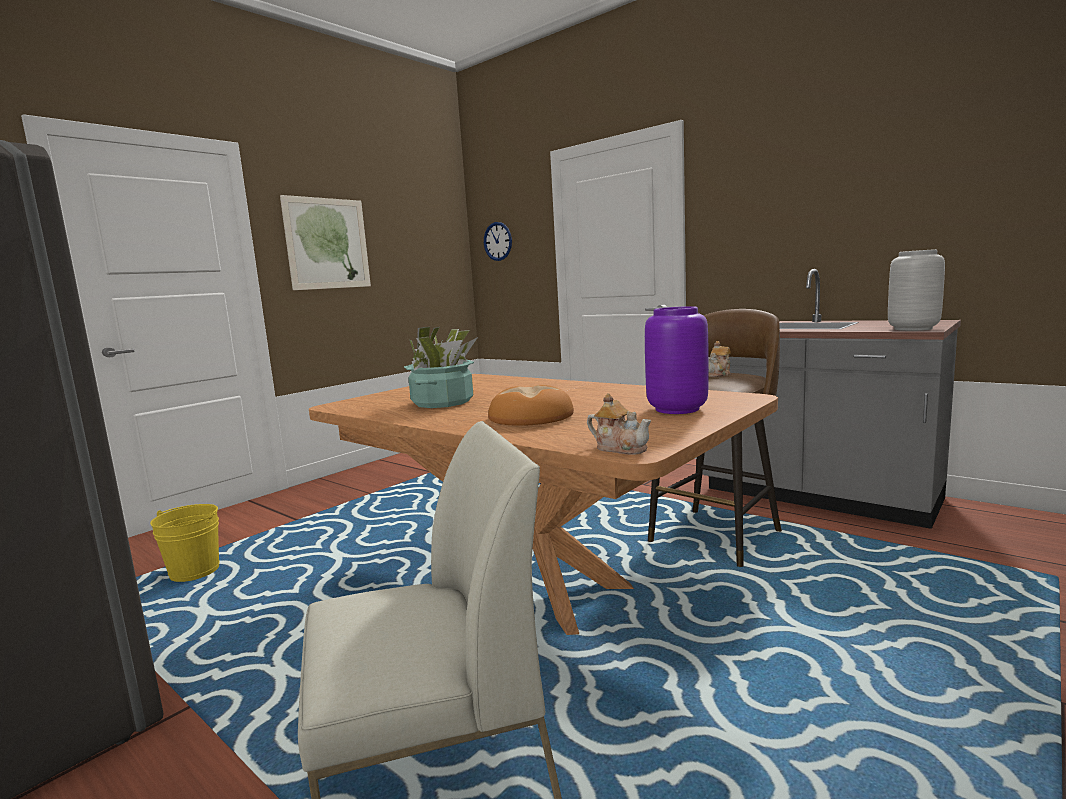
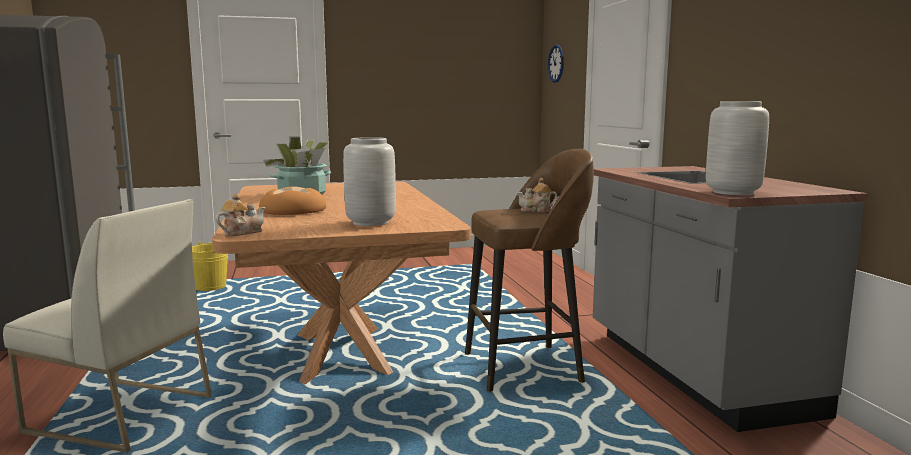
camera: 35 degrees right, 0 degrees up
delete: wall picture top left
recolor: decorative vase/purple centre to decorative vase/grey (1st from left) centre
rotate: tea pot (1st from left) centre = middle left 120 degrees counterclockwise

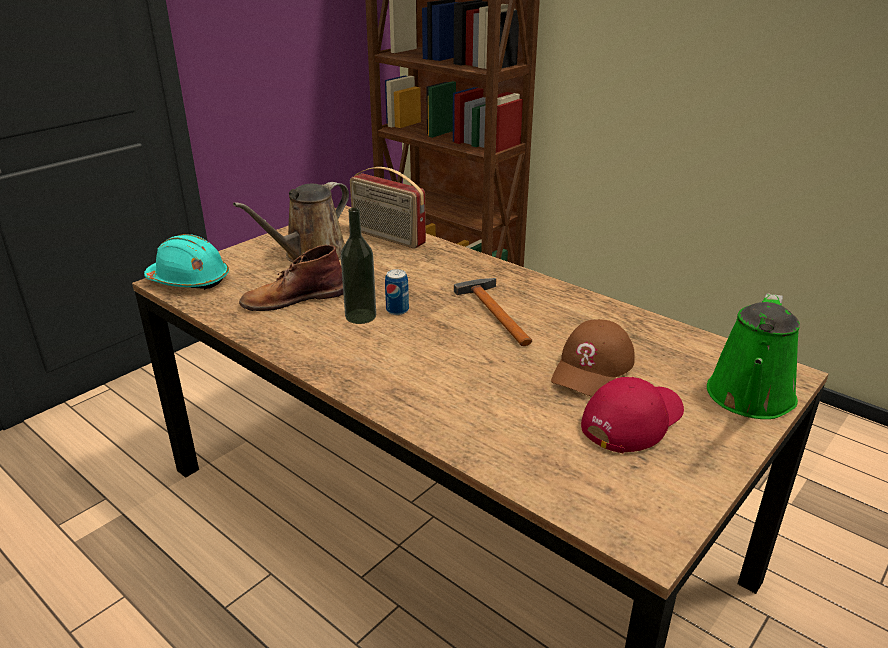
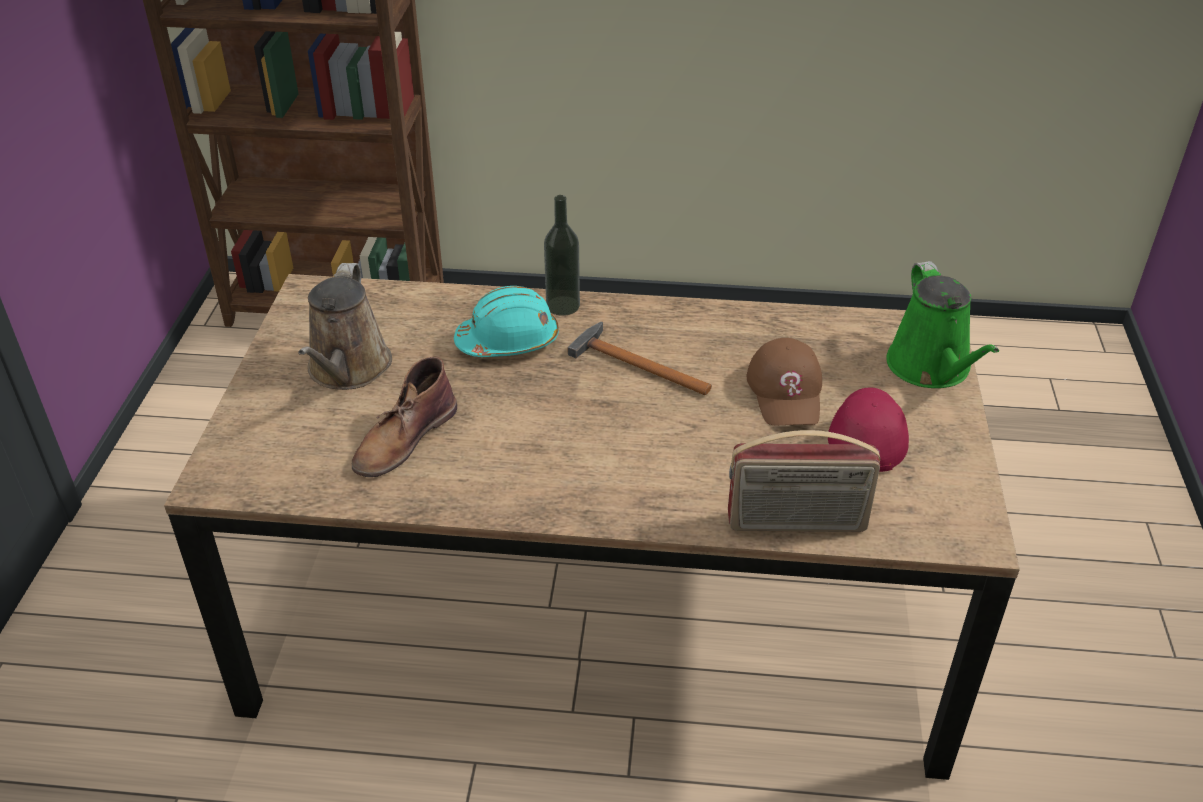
camera: 35 degrees left, 10 degrees up
delete: sealed can centre
move: hard hat/turquoise-coloured middle left to centre; beverage bottle centre to top centre; radio receiver top centre to middle right

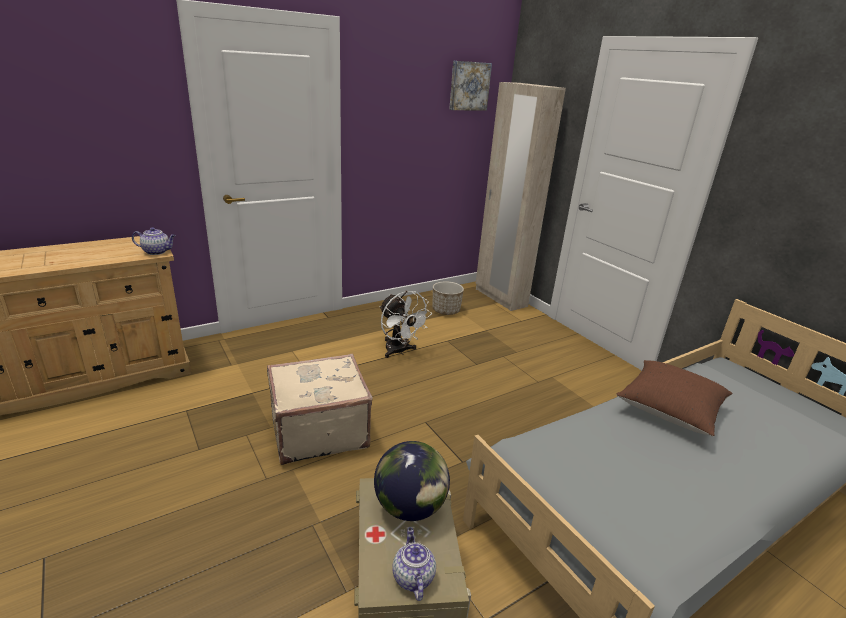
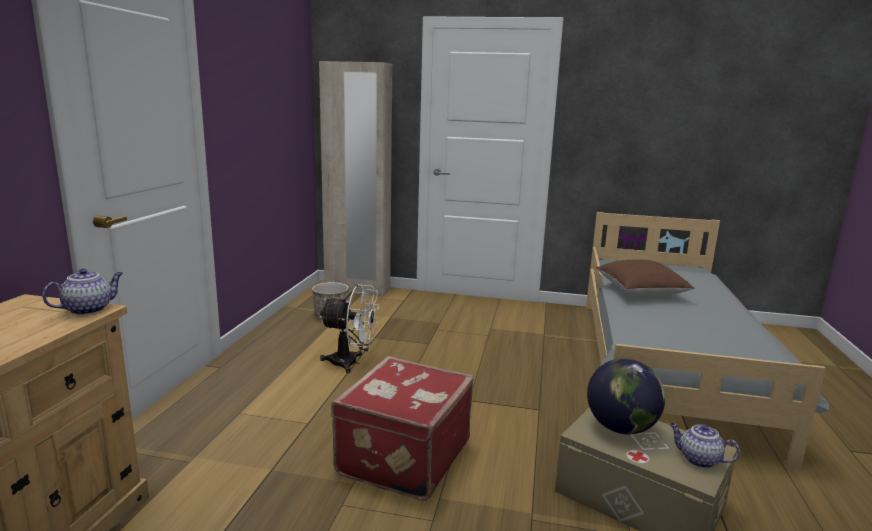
camera: 45 degrees left, 10 degrees down
delete: wall picture top centre
recolor: suitcase/beige centre to suitcase/red bottom centre

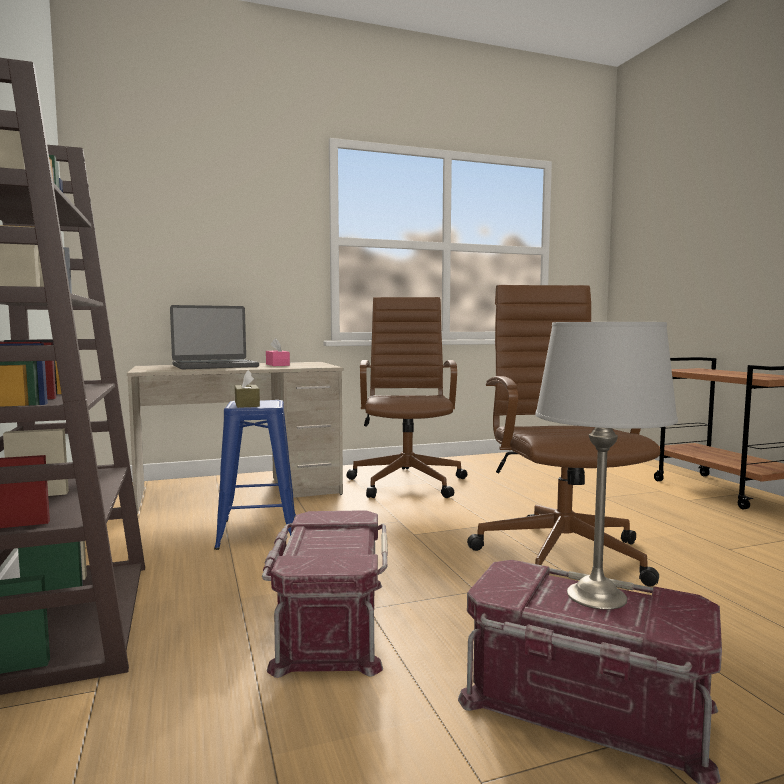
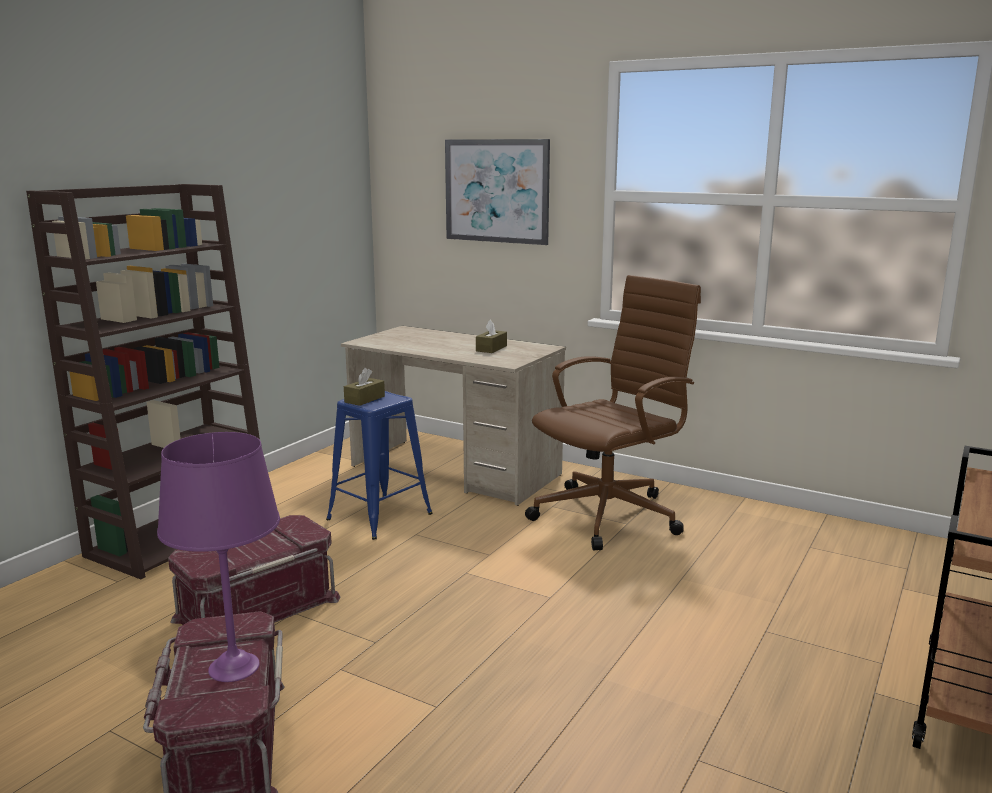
camera: 50 degrees right, 10 degrees up
delete: laptop middle left; office chair/brownish (2nd from left) middle right
insert: wall picture top centre
recolor: tissue box/pinkish centre to tissue box/brownish (2nd from left) centre; lamp for a table/grey middle right to lamp for a table/purple bottom left

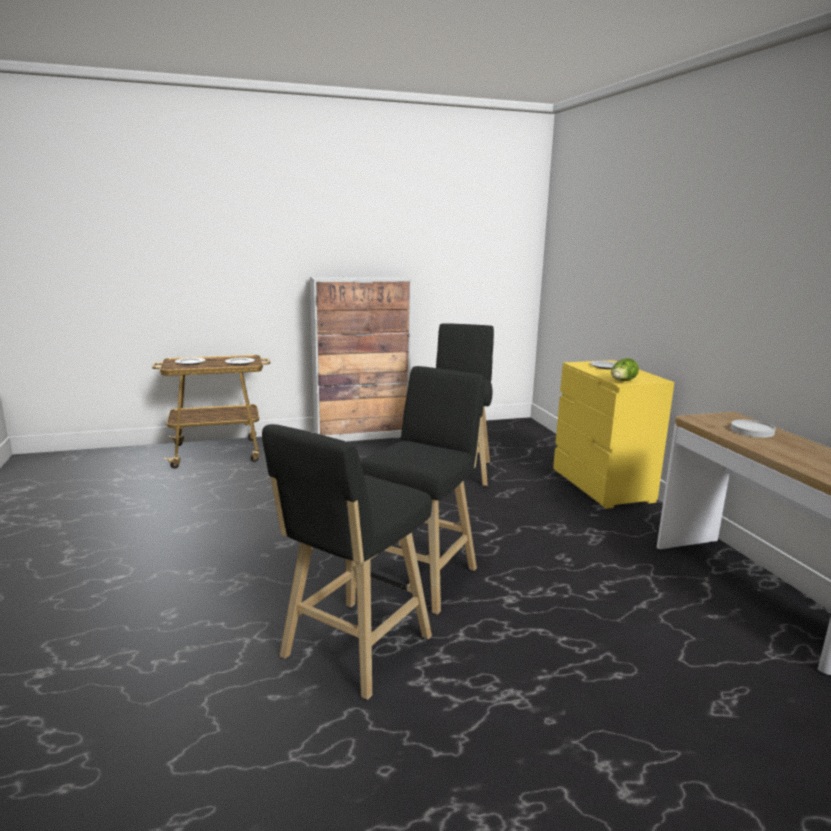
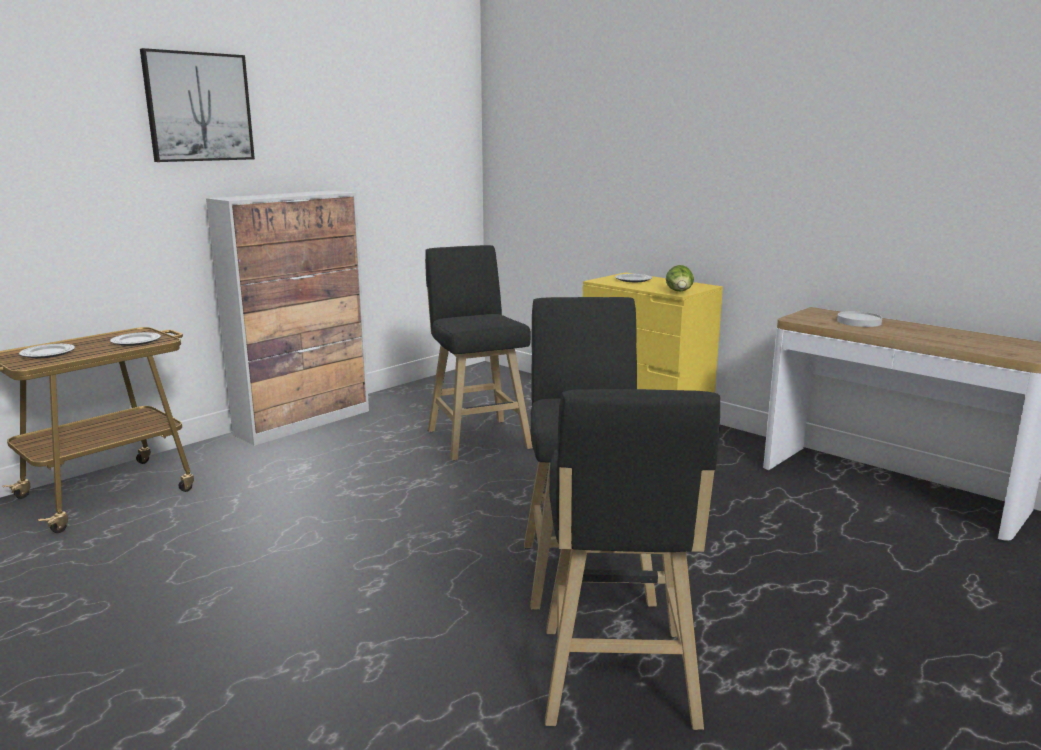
camera: 30 degrees left, 0 degrees up
insert: wall picture top left

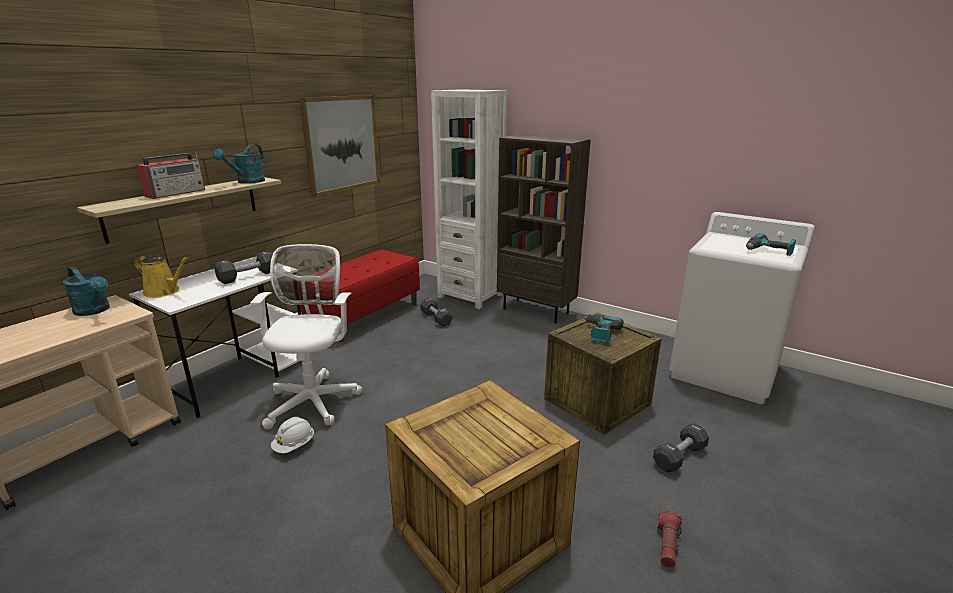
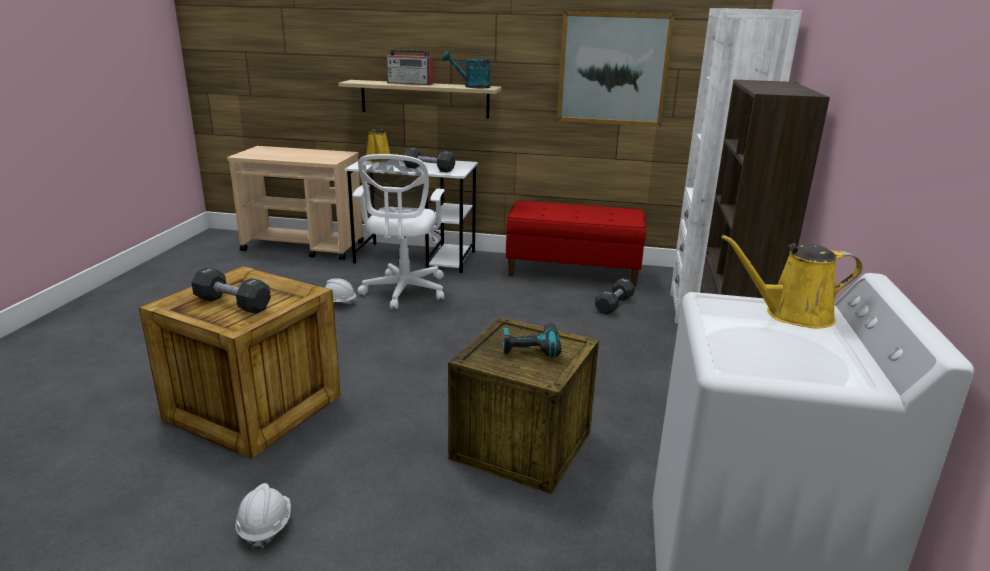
camera: 65 degrees right, 0 degrees up
delete: sprinkling can/turquoise-coloured (1st from left) middle left; drill (2nd from left) middle right
insert: sprinkling can/yellow (2nd from left) middle right
move: hand weight/black (3rd from left in the first image) bottom right to hand weight/black (1st from left) middle left
replace: torch bottom right to hard hat/white-coloured (1st from left) bottom left
rotate: office chair/white-coloured middle left = centre 120 degrees clockwise

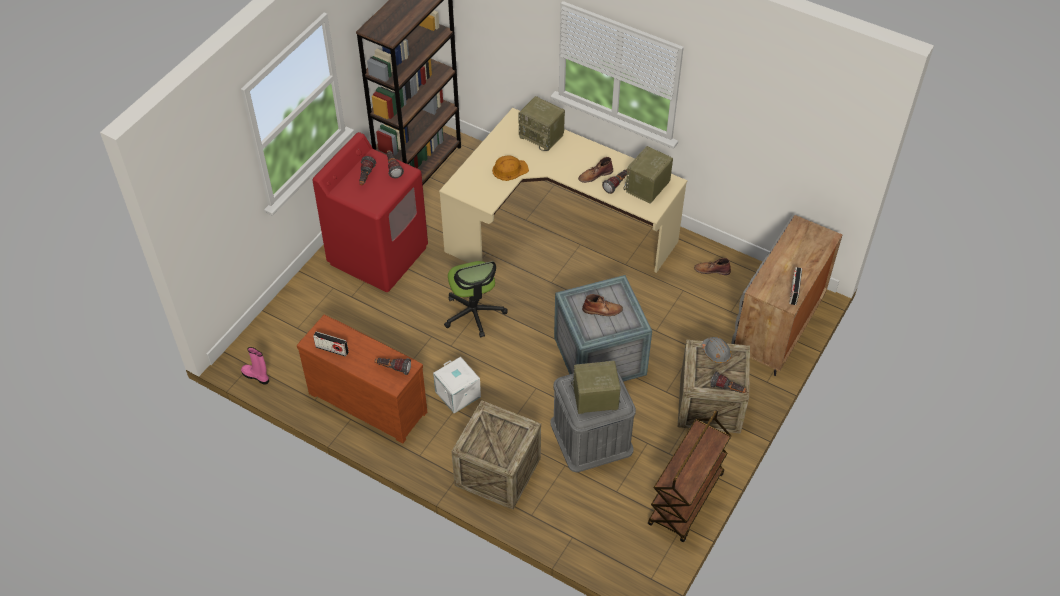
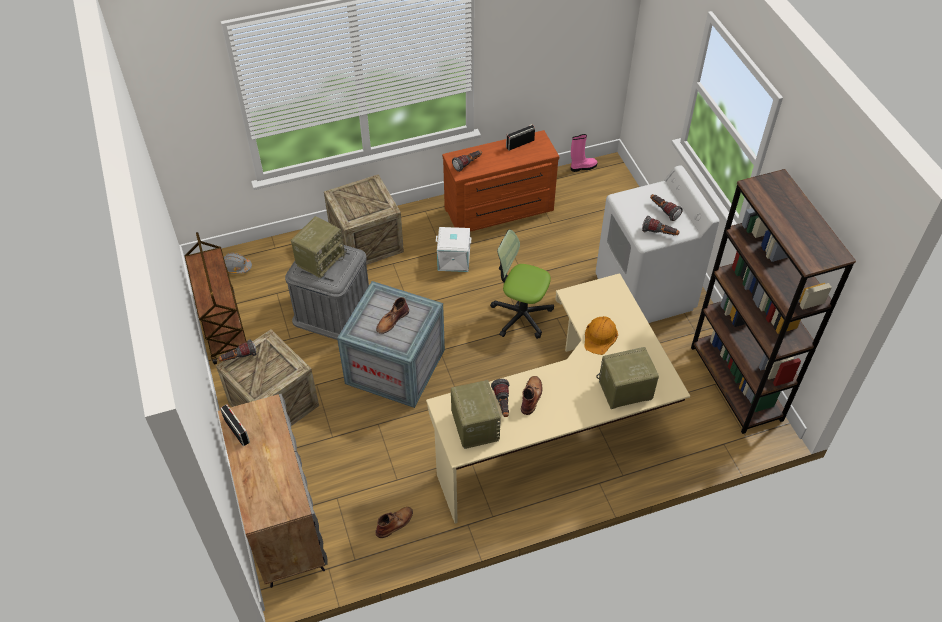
camera: 130 degrees right, 0 degrees up
move: hard hat/grey middle right to middle left
recolor: laundry appliance/red centre to laundry appliance/white-coloured middle right

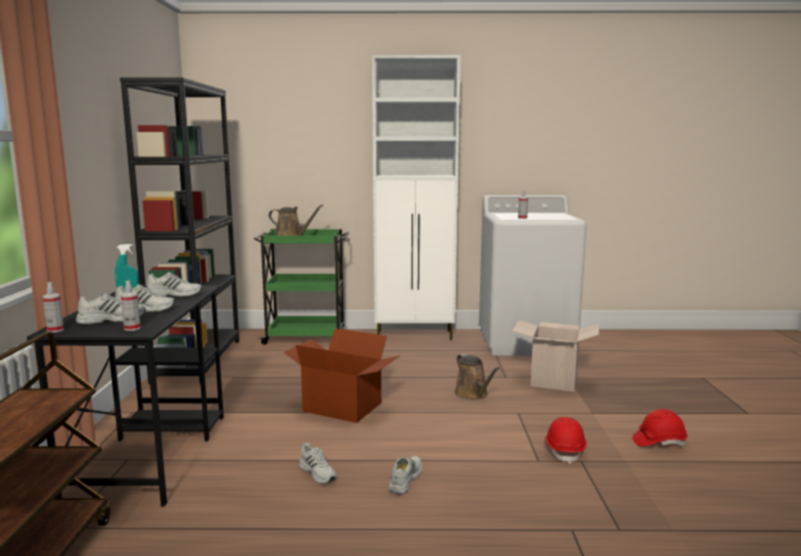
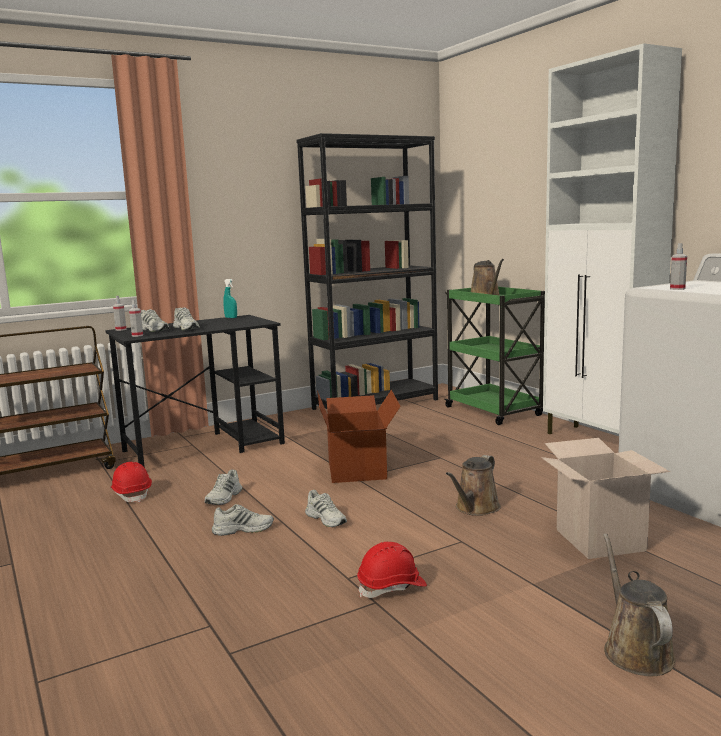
camera: 60 degrees right, 0 degrees up
insert: sprinkling can/brownish (3rd from left) bottom right
move: item of footwear/white-coloured (3rd from left in the first image) middle left to item of footwear/white-coloured (5th from left) bottom centre; hard hat/red (2nd from left in the first image) bottom right to hard hat/red (1st from left) middle left

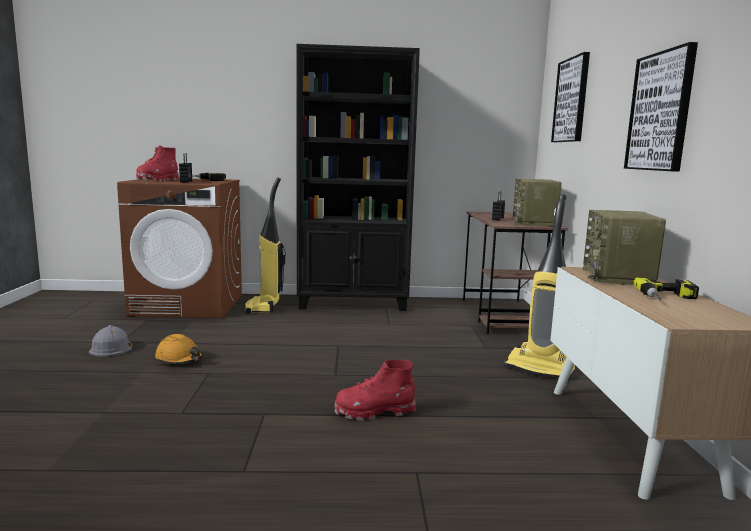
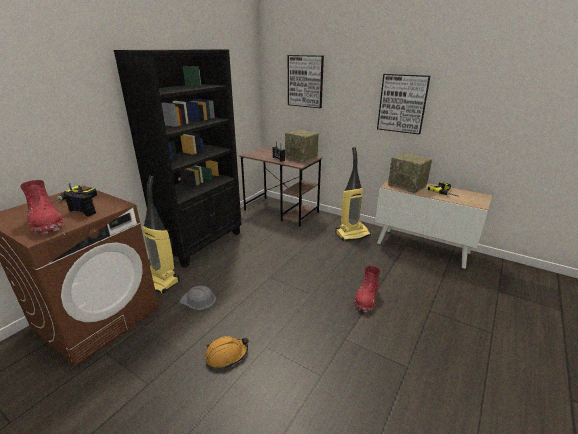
camera: 55 degrees left, 15 degrees up
move: hard hat/grey middle left to bottom centre

